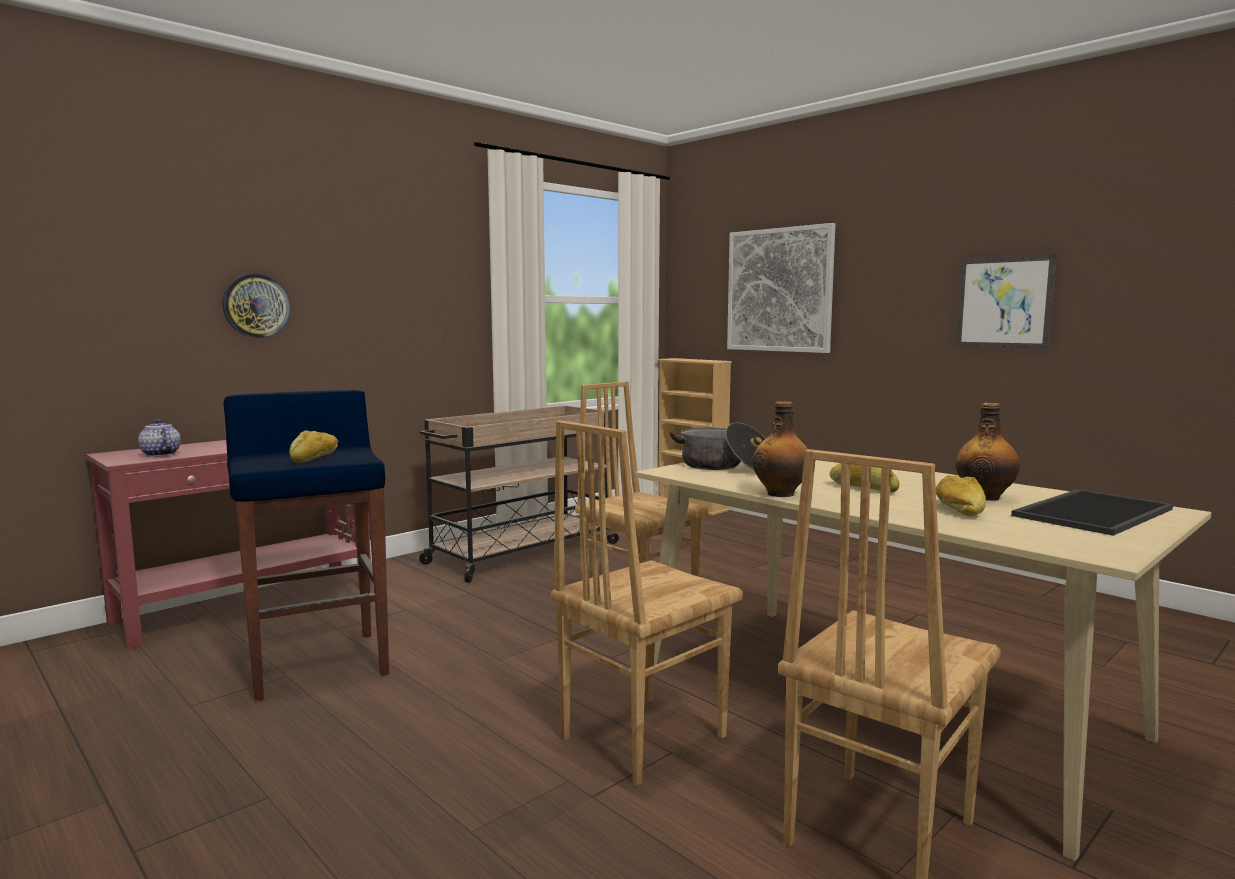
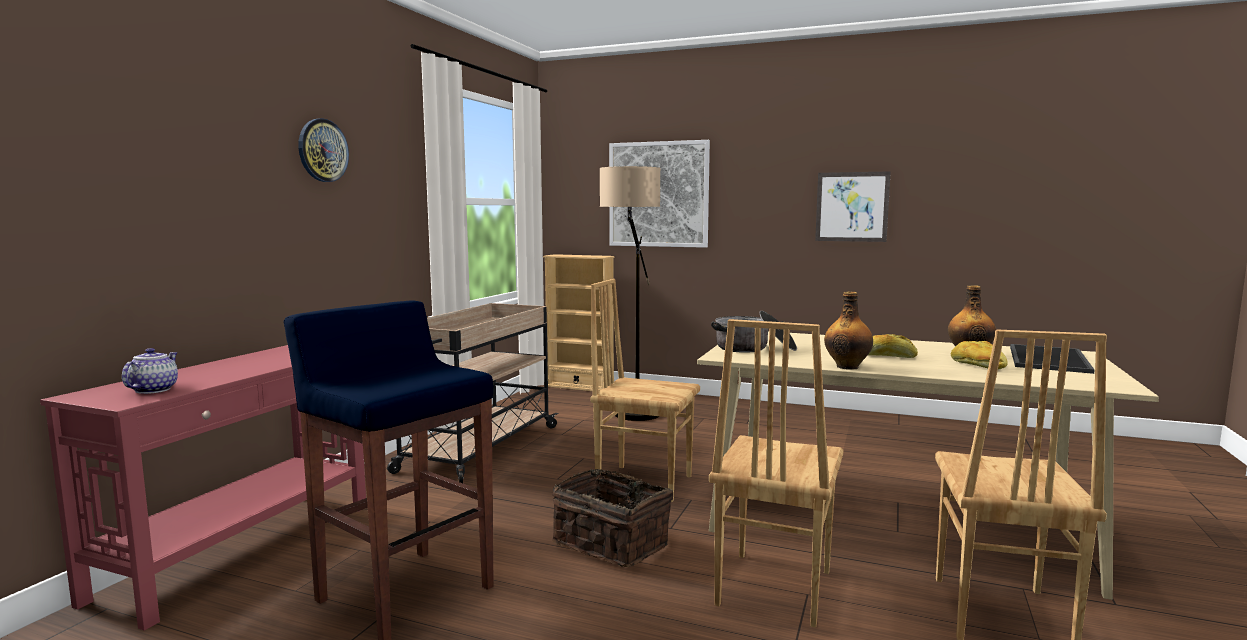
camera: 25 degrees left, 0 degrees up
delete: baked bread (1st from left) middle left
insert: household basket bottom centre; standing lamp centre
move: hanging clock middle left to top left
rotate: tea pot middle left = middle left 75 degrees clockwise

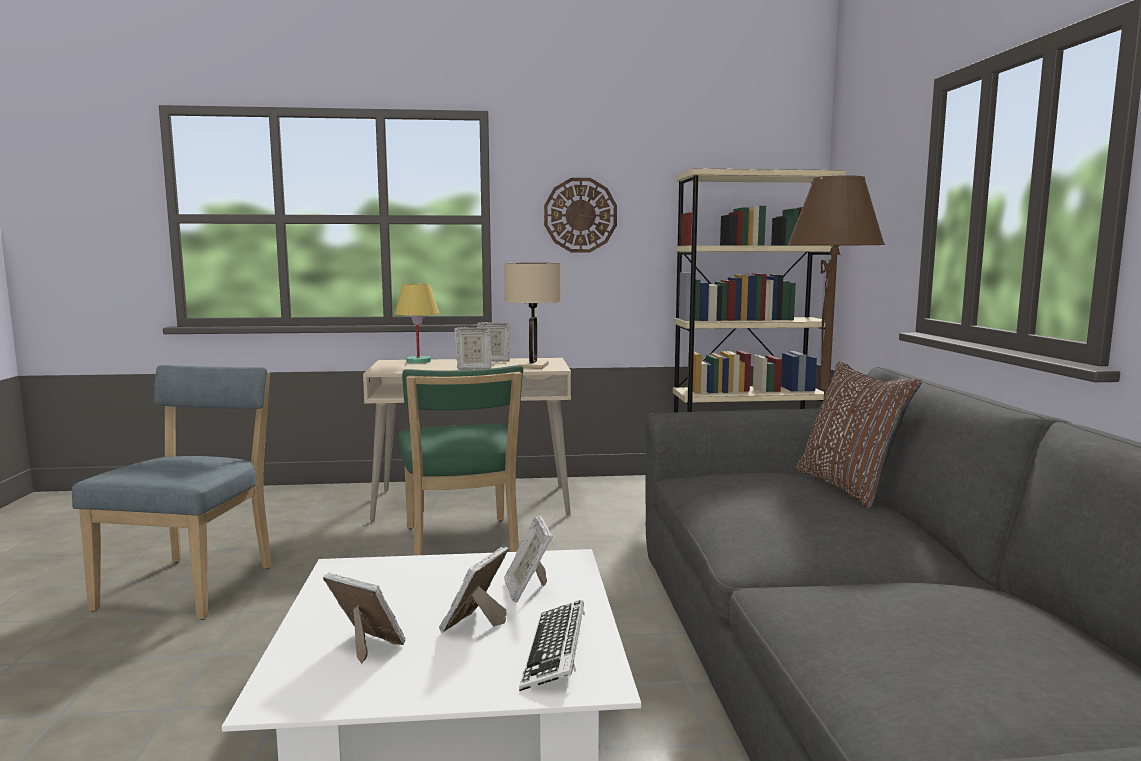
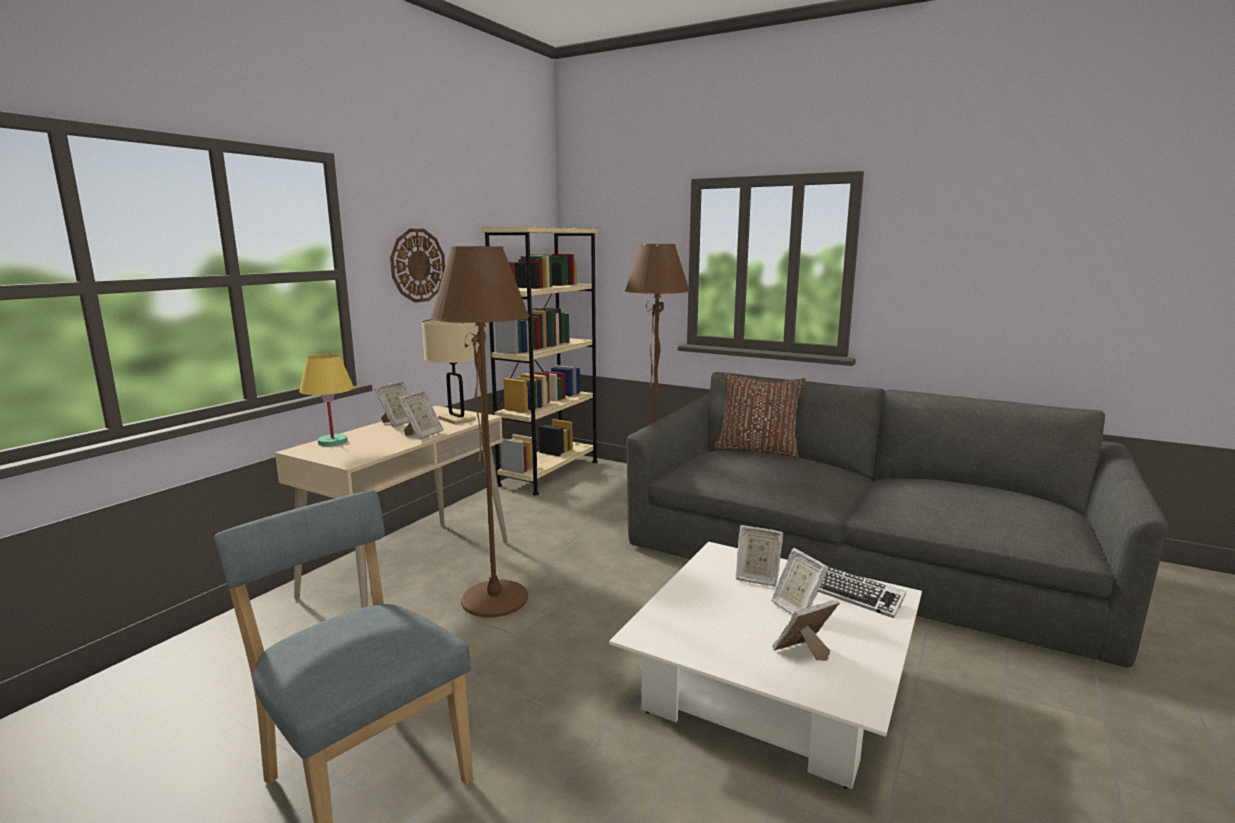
camera: 55 degrees left, 5 degrees up
replace: chair/green centre to standing lamp/brownish (1st from left) centre

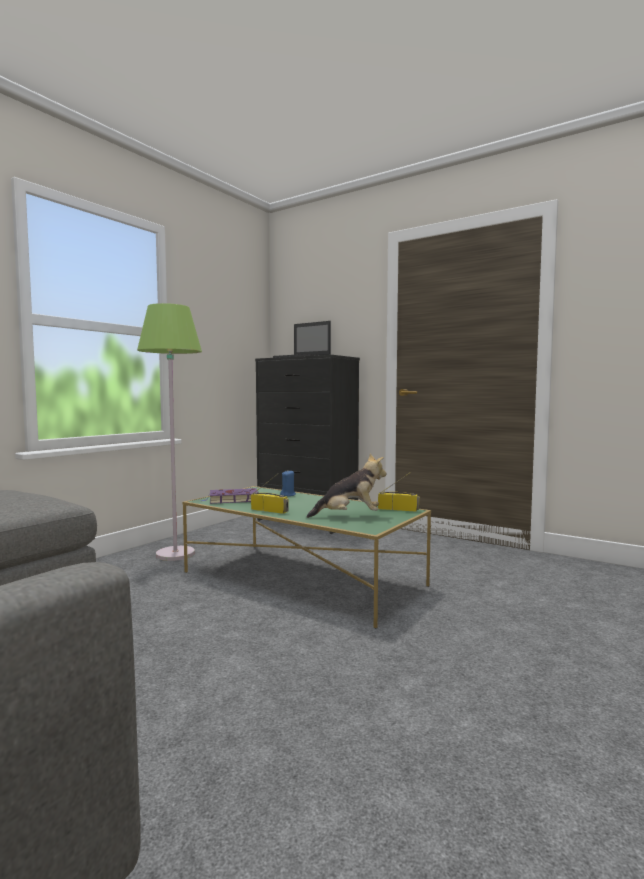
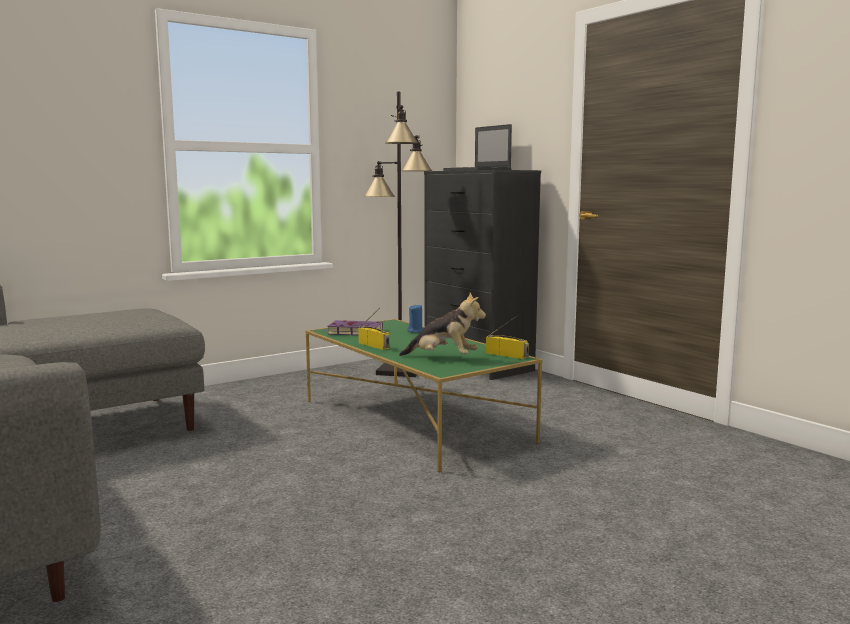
camera: 20 degrees right, 5 degrees up
delete: standing lamp/green middle left
insert: standing lamp/black centre

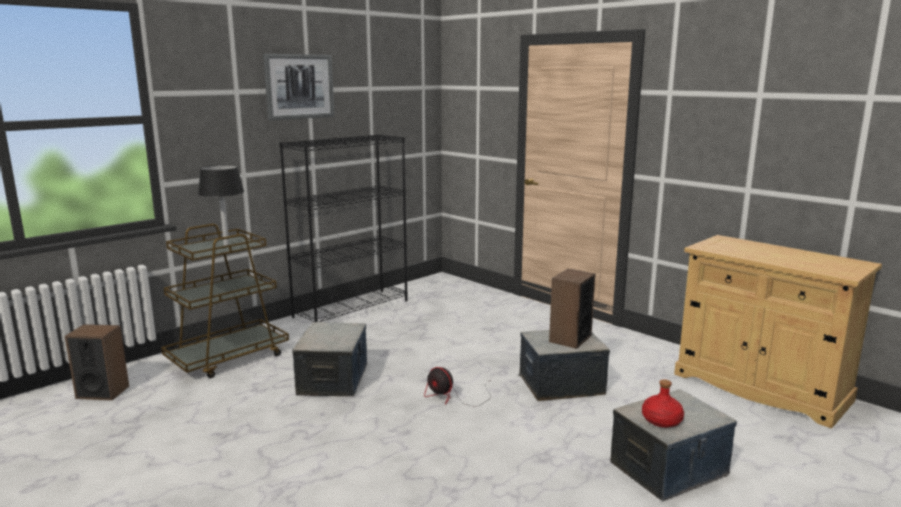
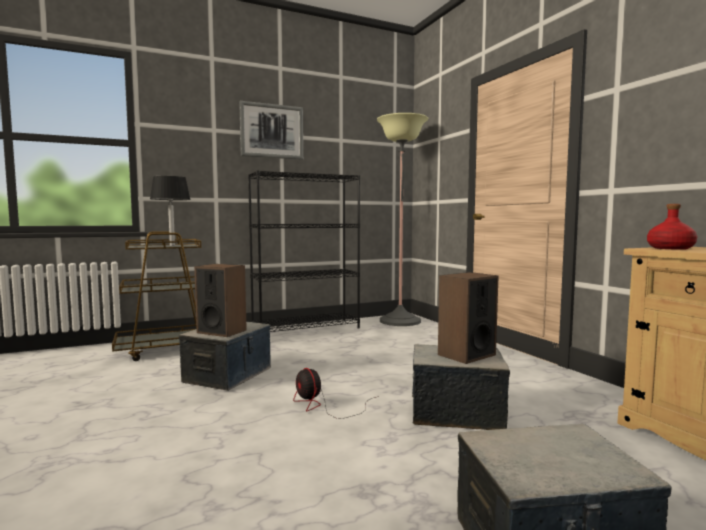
camera: 20 degrees right, 10 degrees down
insert: standing lamp centre
move: speaker (1st from left) bottom left to middle left; beverage bottle/red bottom right to middle right

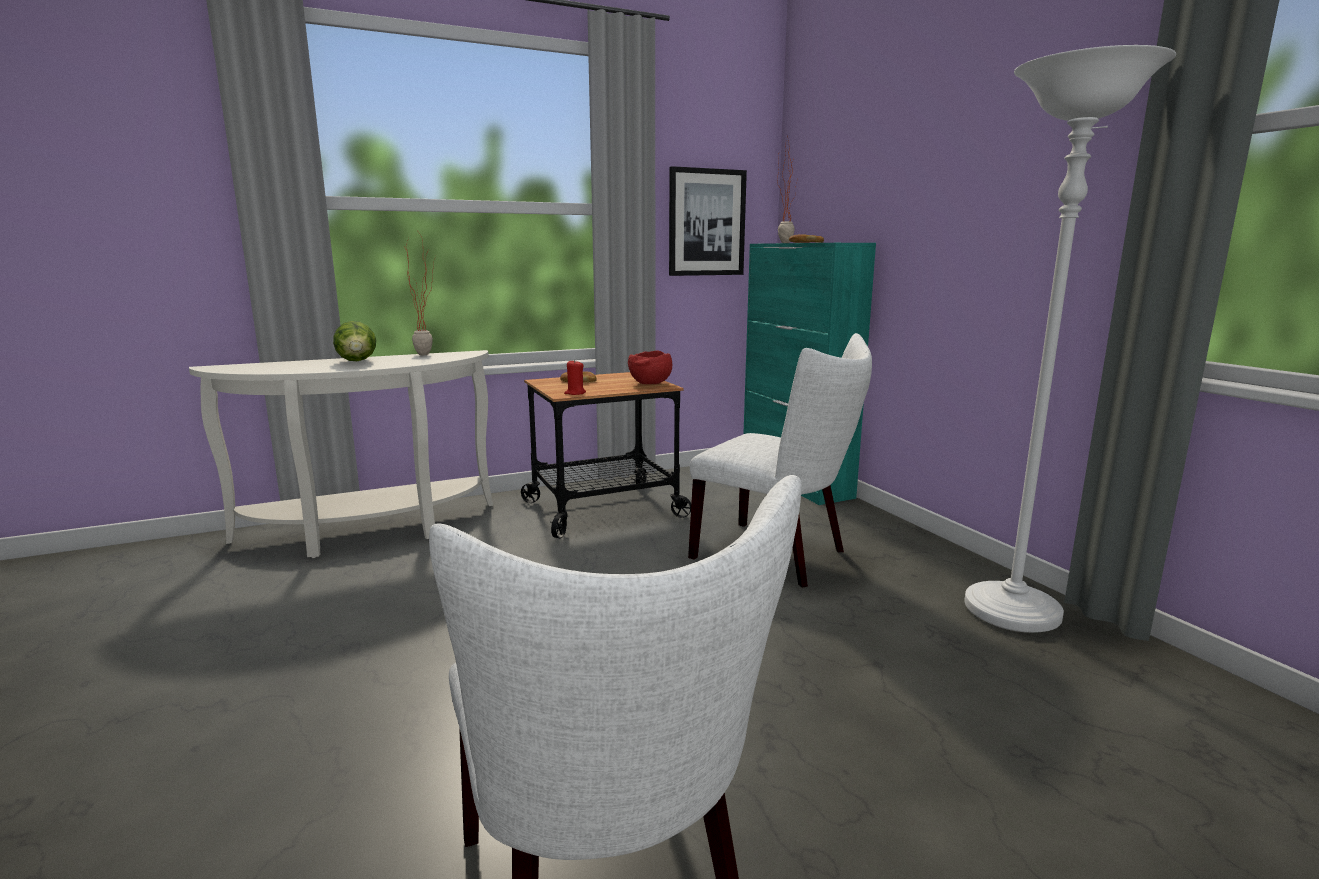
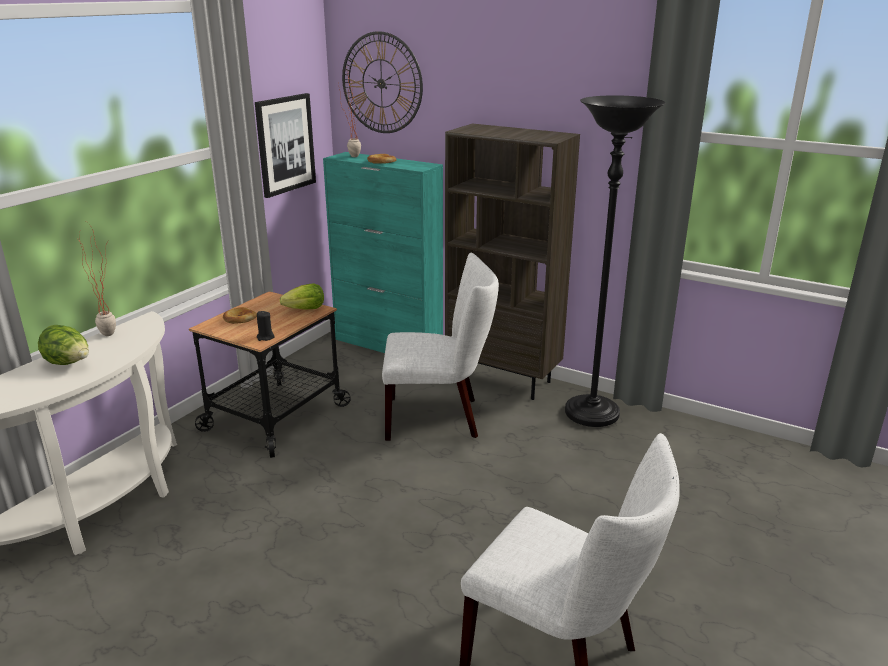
camera: 35 degrees left, 10 degrees up
insert: hanging clock top centre; bookshelf/brownish centre
replace: deep dish/red centre to lettuce (2nd from left) centre
recolor: candle/red centre to candle/black middle left; standing lamp/white-coloured middle right to standing lamp/black middle right

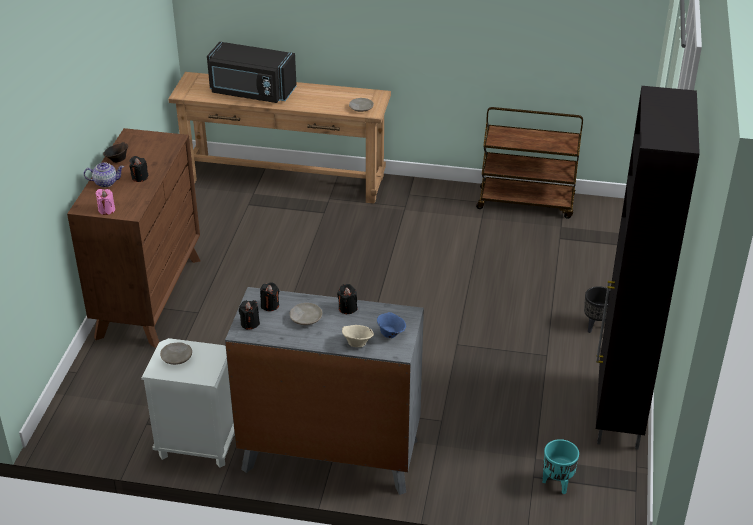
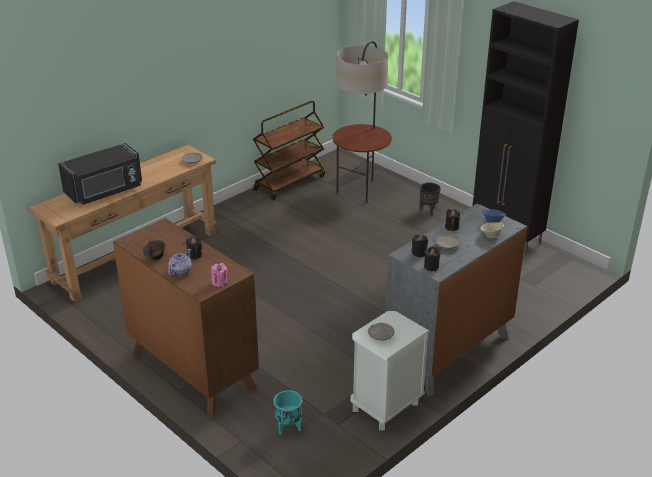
camera: 55 degrees left, 5 degrees down
insert: standing lamp top centre
move: planter/turquoise-coloured bottom right to bottom centre

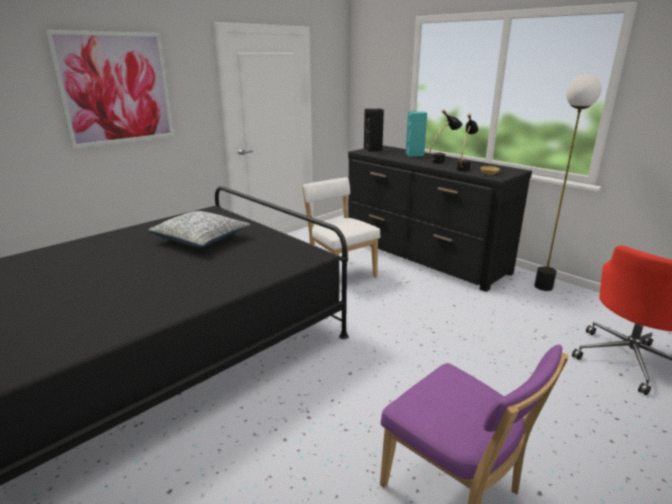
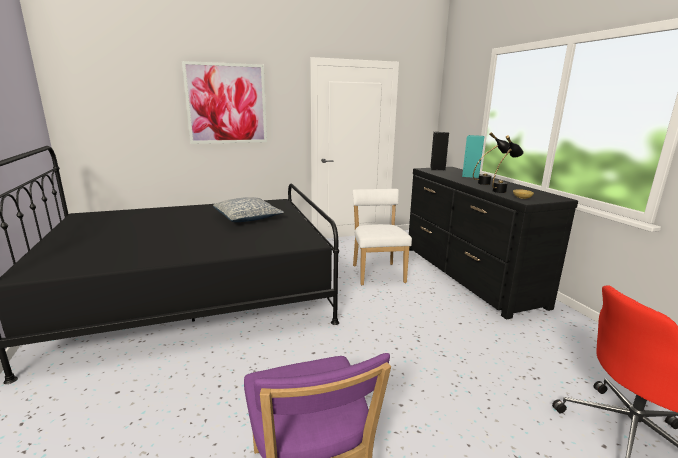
camera: 25 degrees right, 5 degrees down
delete: standing lamp middle right

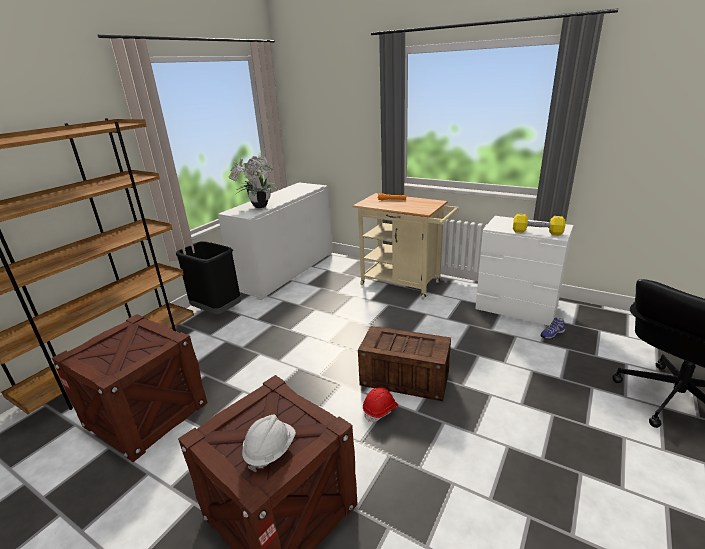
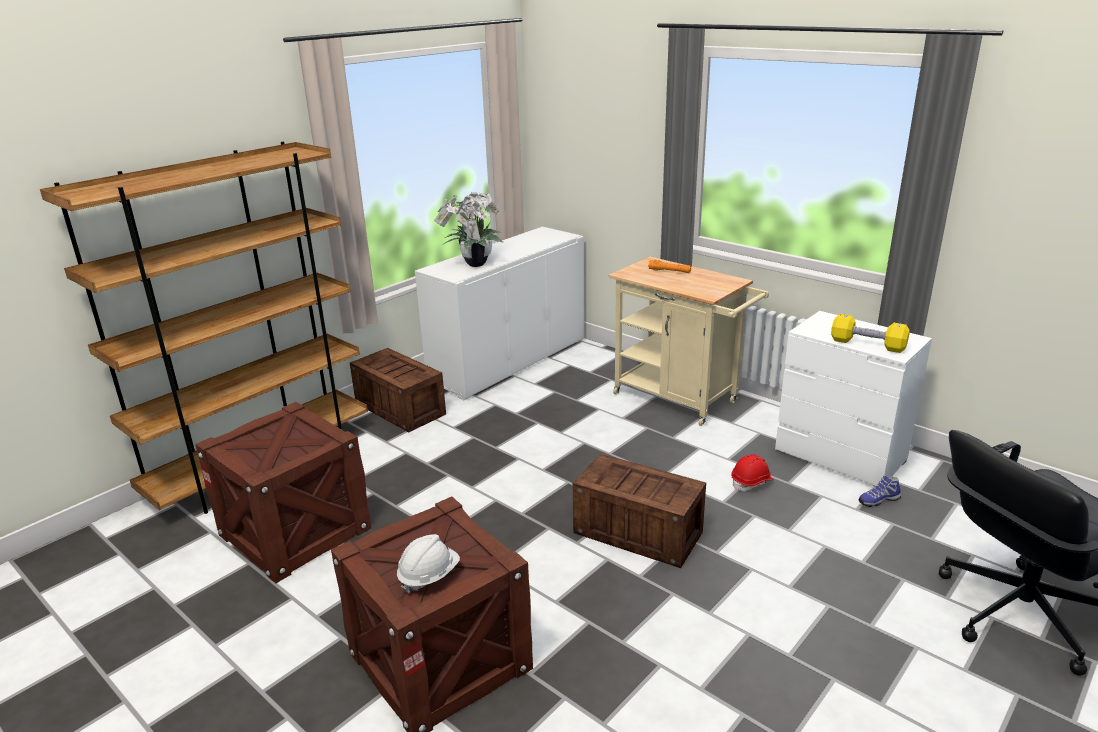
camera: 10 degrees right, 0 degrees up
move: hard hat/red bottom centre to middle right
replace: rubbish bin/black middle left to shipping crate (2nd from left) centre

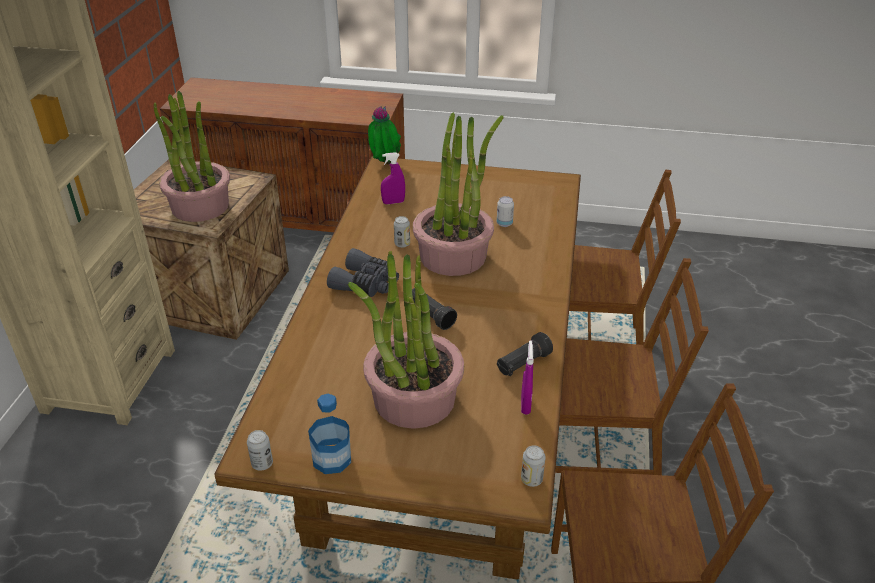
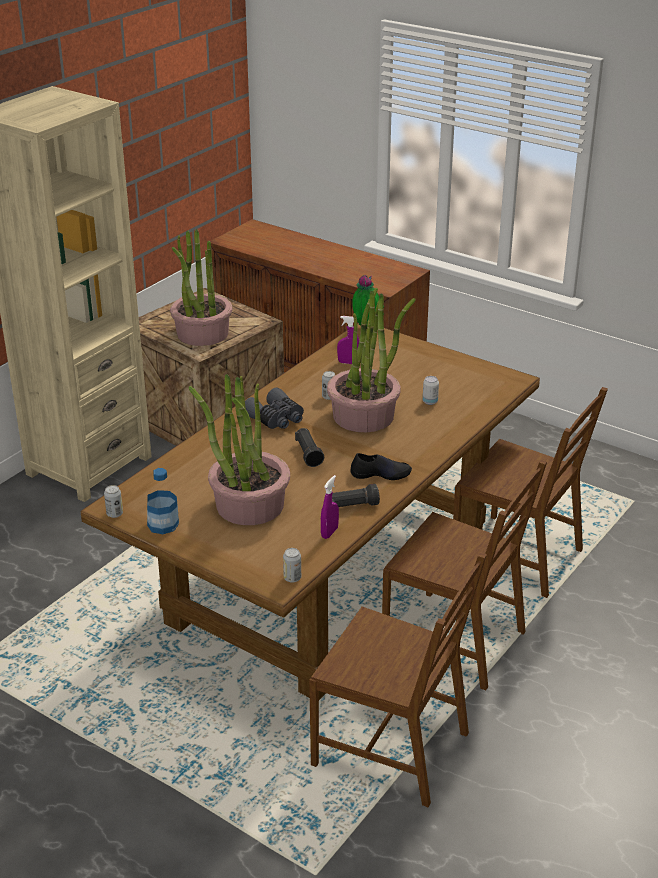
camera: 25 degrees right, 5 degrees down
insert: item of footwear/black centre

